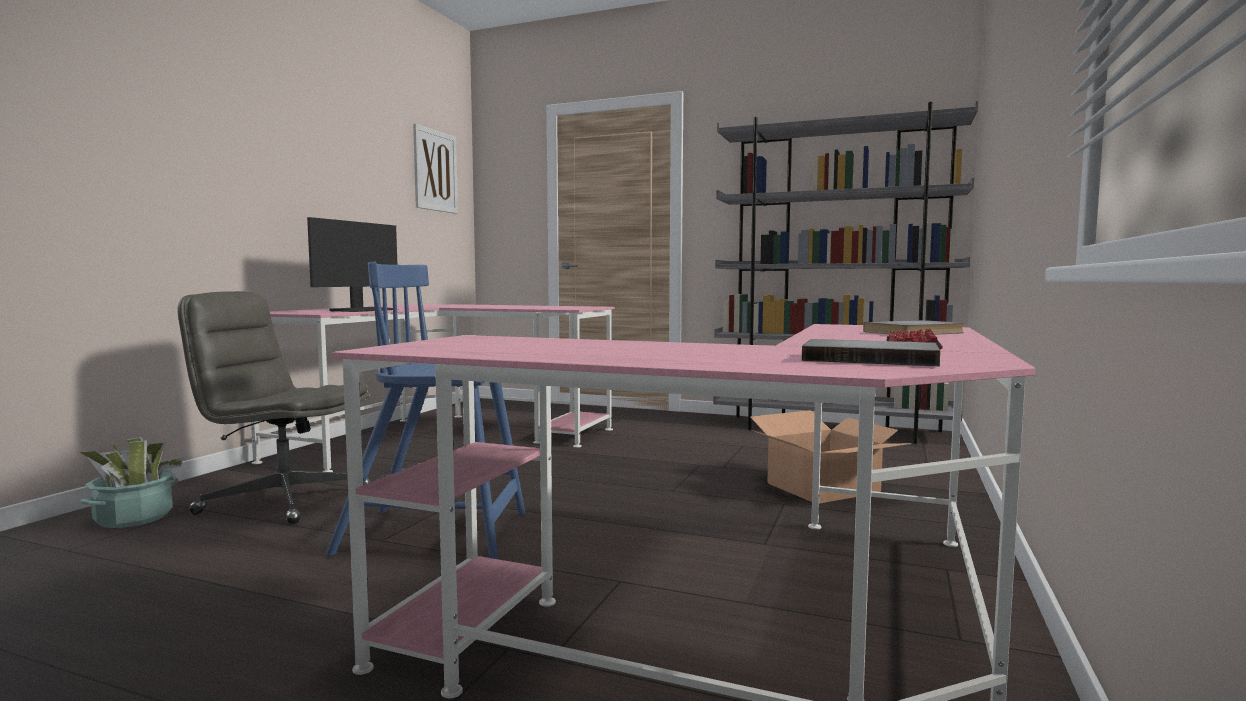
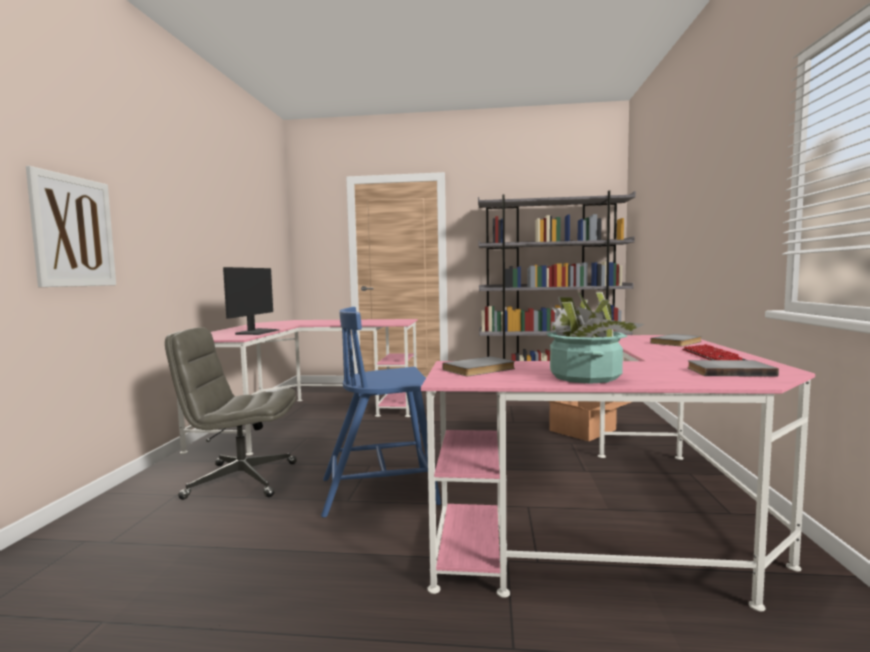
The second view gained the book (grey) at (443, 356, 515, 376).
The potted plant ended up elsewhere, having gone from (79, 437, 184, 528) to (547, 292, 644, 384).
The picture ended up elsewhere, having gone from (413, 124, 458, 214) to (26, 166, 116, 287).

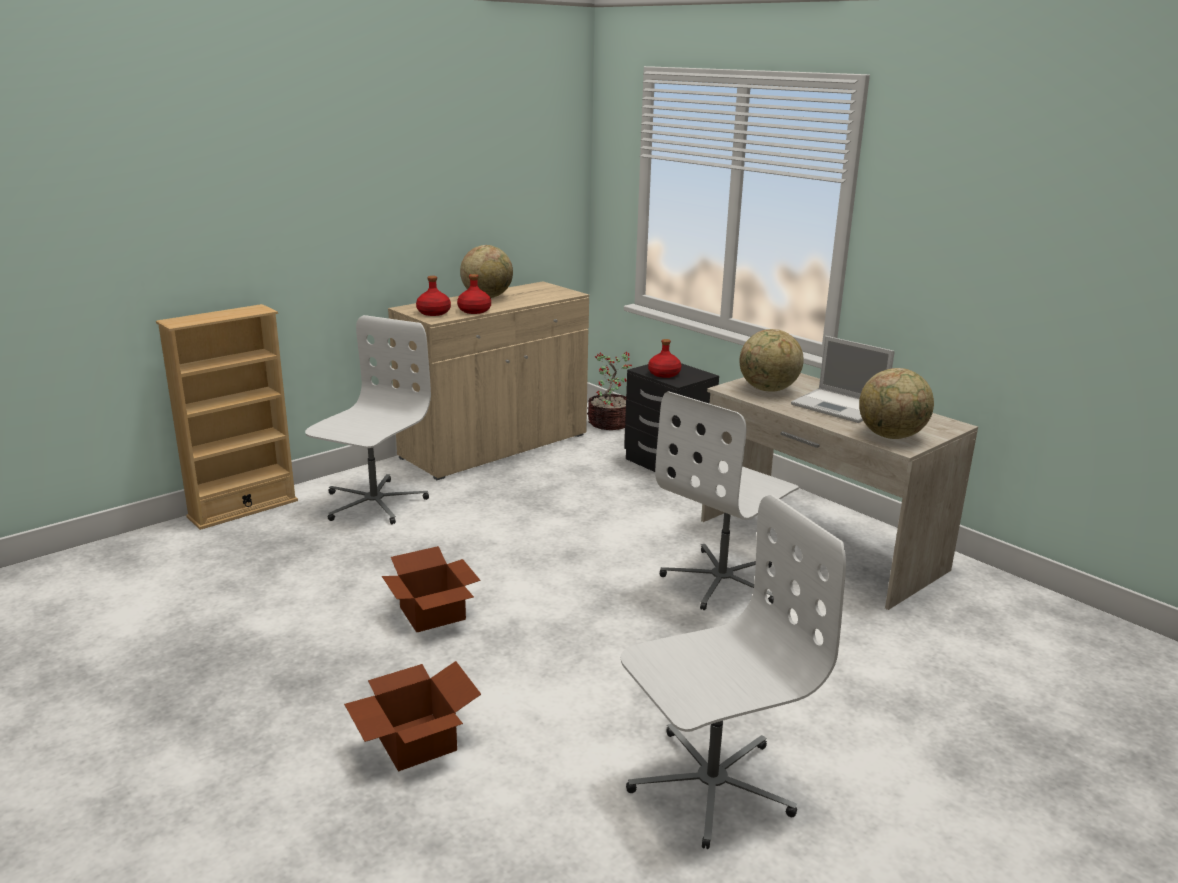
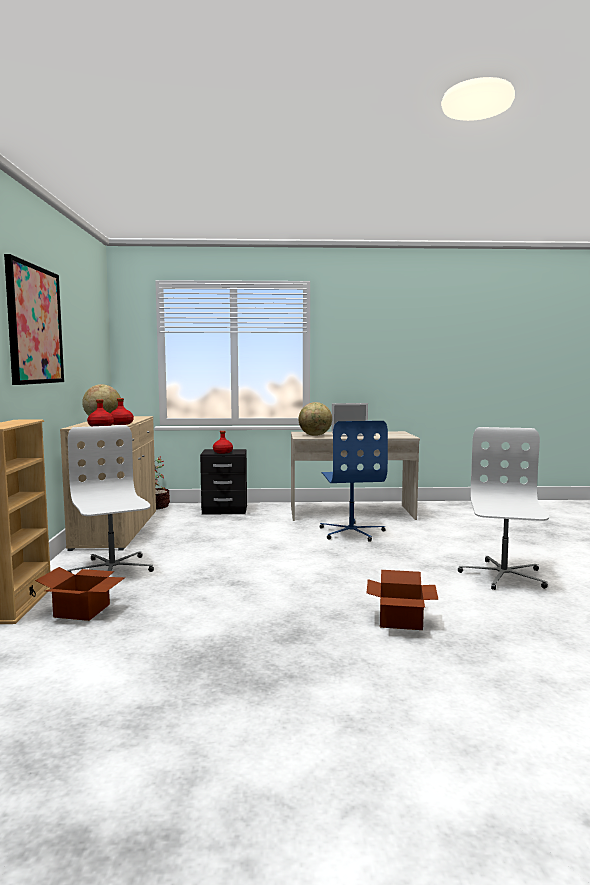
The second view lost the globe at (859, 368, 934, 439).
The second view gained the picture at (4, 254, 64, 385).
The cardboard box ended up elsewhere, having gone from (382, 546, 481, 632) to (35, 567, 126, 621).
What was the office chair (white) at (655, 391, 799, 610) turned into the office chair (blue) at (319, 421, 388, 542).

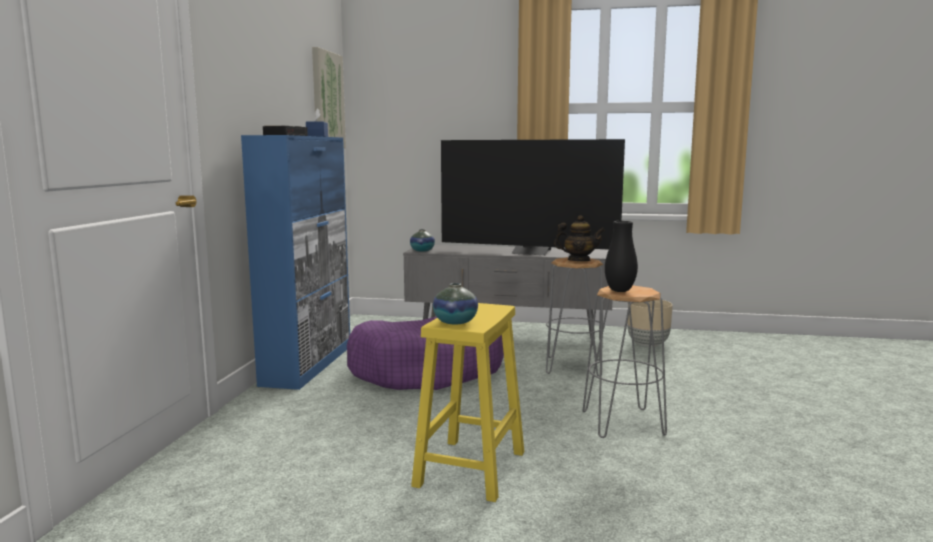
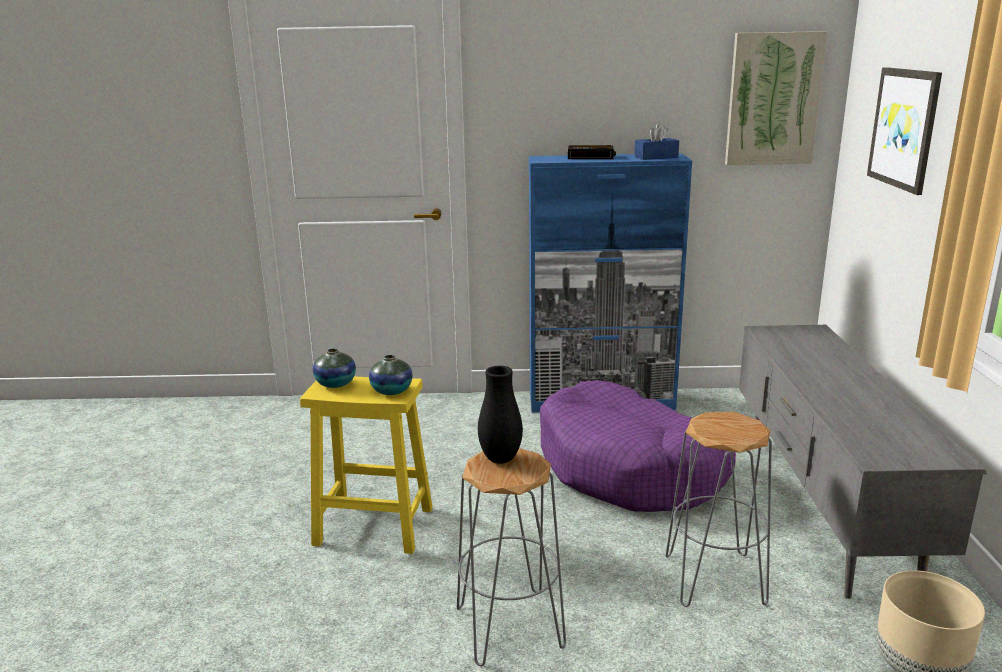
The second view lost the television at (441, 139, 625, 255).
The second view lost the teapot at (554, 215, 605, 261).
The second view gained the picture at (867, 67, 942, 195).
The vase ended up elsewhere, having gone from (410, 229, 435, 252) to (369, 355, 413, 395).

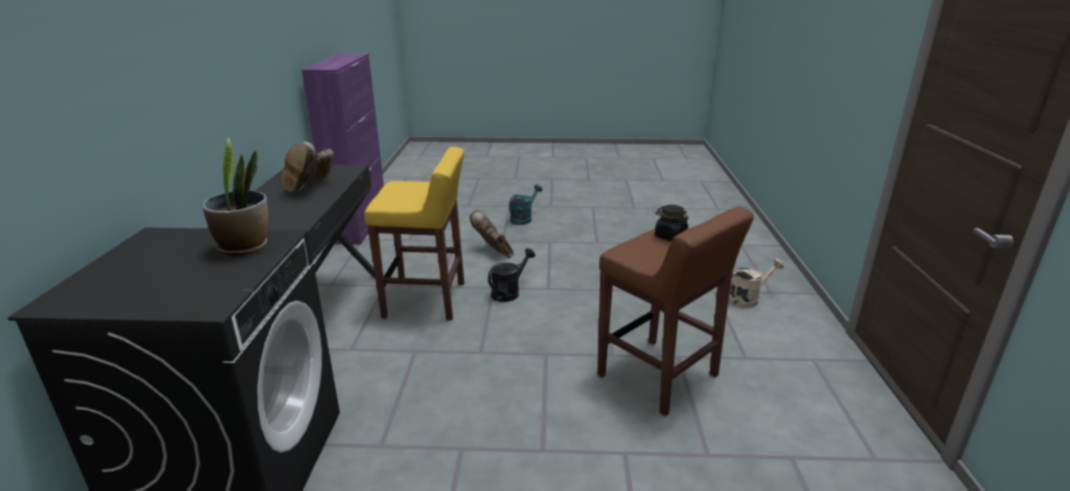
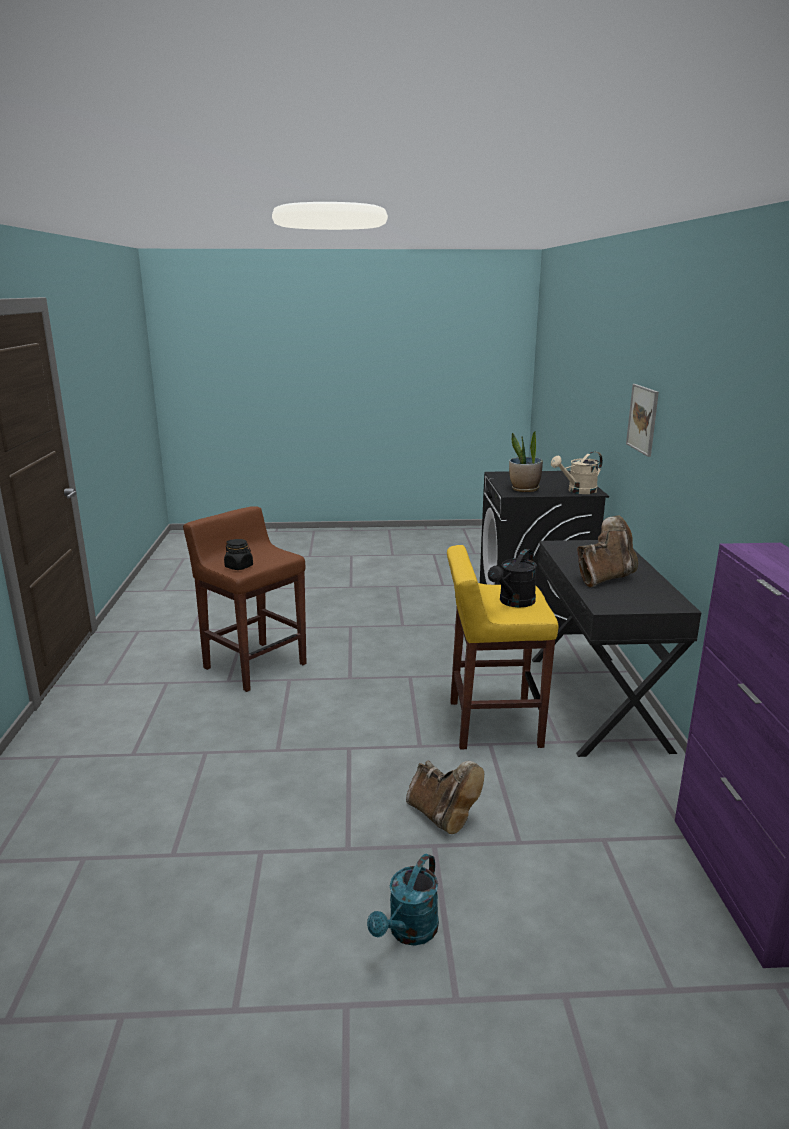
The second view gained the picture at (626, 384, 659, 457).
The watering can (black) ended up elsewhere, having gone from (488, 248, 535, 302) to (488, 549, 537, 608).
The watering can (beige) ended up elsewhere, having gone from (729, 258, 784, 308) to (551, 451, 603, 494).
The boot (brown) at (280, 142, 334, 192) ended up facing another way, 45 degrees clockwise from before.

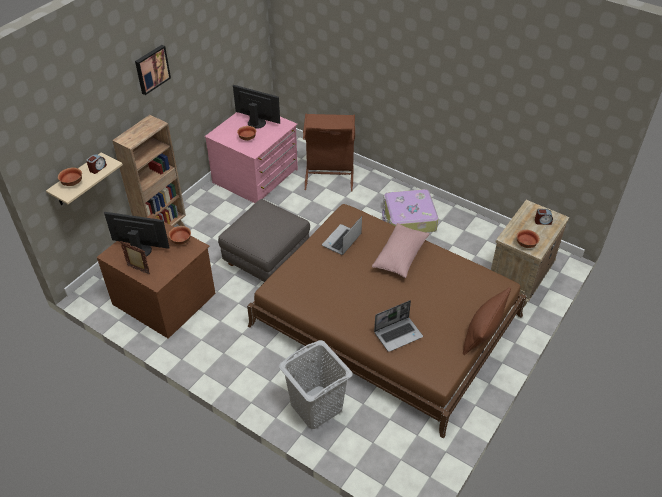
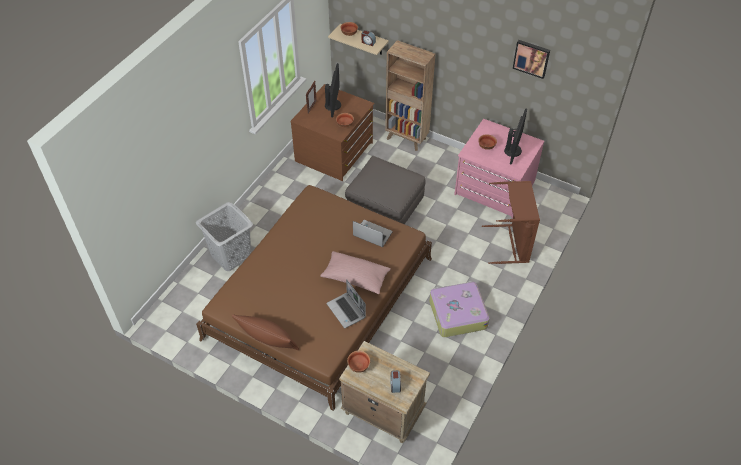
The picture ended up elsewhere, having gone from (135, 45, 171, 95) to (513, 40, 550, 79).
The laptop ended up elsewhere, having gone from (374, 300, 423, 352) to (326, 279, 366, 328).

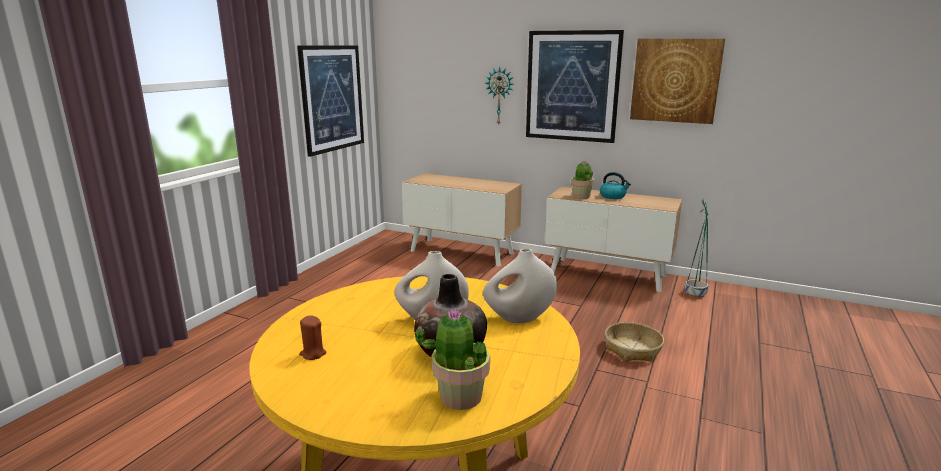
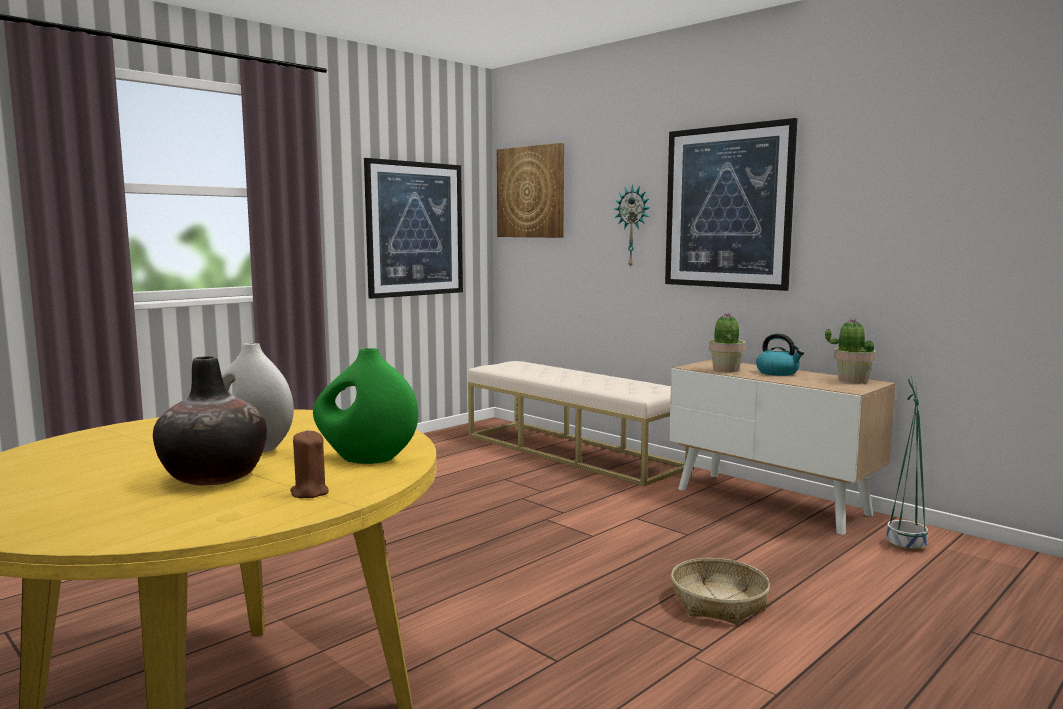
The candle (brown) ended up elsewhere, having gone from (299, 315, 327, 360) to (290, 430, 329, 498).
The potted plant ended up elsewhere, having gone from (415, 309, 490, 410) to (825, 318, 876, 384).
The picture ended up elsewhere, having gone from (630, 38, 725, 124) to (497, 143, 564, 238).
Where the cabinet stood at (402, 173, 522, 267), the bench (beige) came to stand at (468, 361, 689, 486).
What was the vase (white) at (483, 249, 557, 323) turned into the vase (green) at (313, 348, 418, 464).

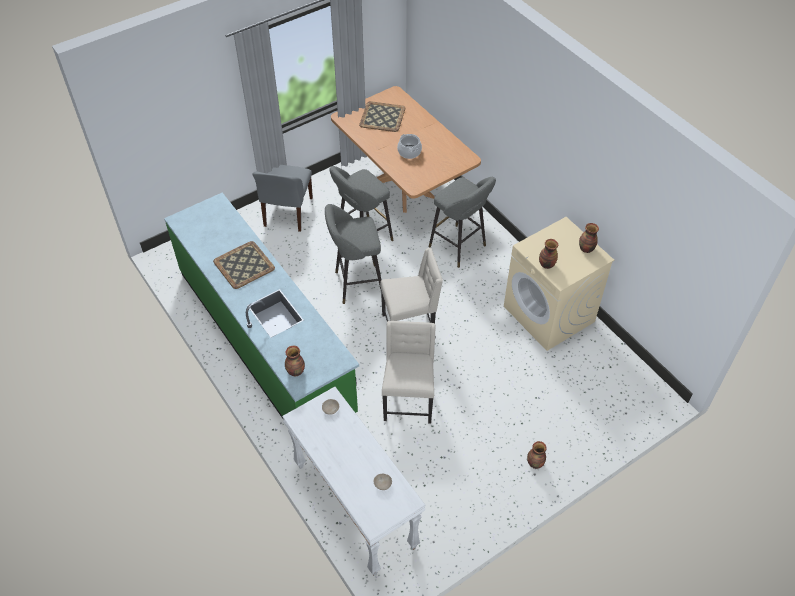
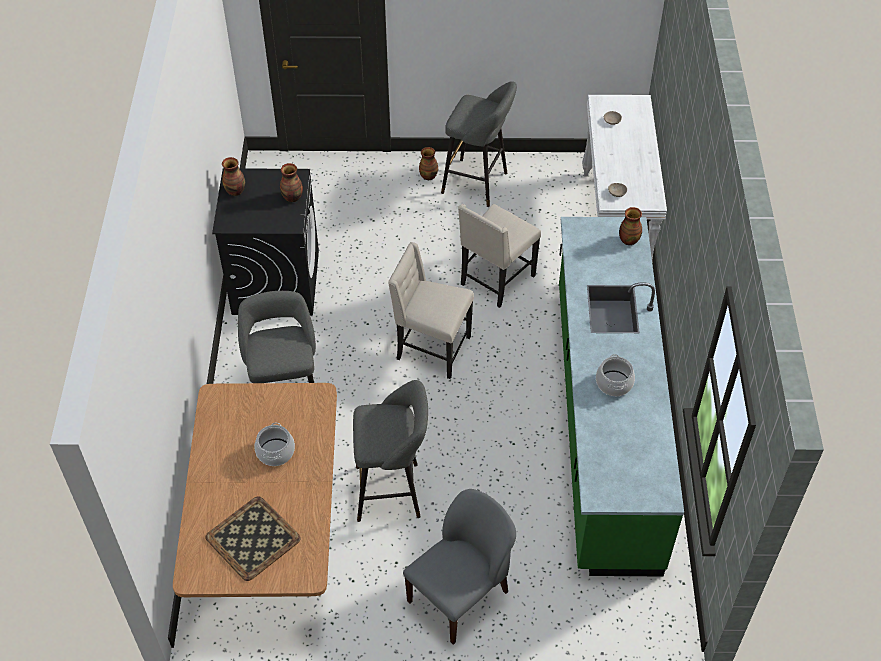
The stool (grey) ended up elsewhere, having gone from (325, 204, 381, 304) to (441, 81, 517, 207).
Where the tray stood at (213, 241, 275, 289), the cooking pot came to stand at (596, 354, 635, 396).
What was the washing machine (beige) at (504, 217, 614, 351) turned into the washing machine (black) at (212, 168, 319, 316).

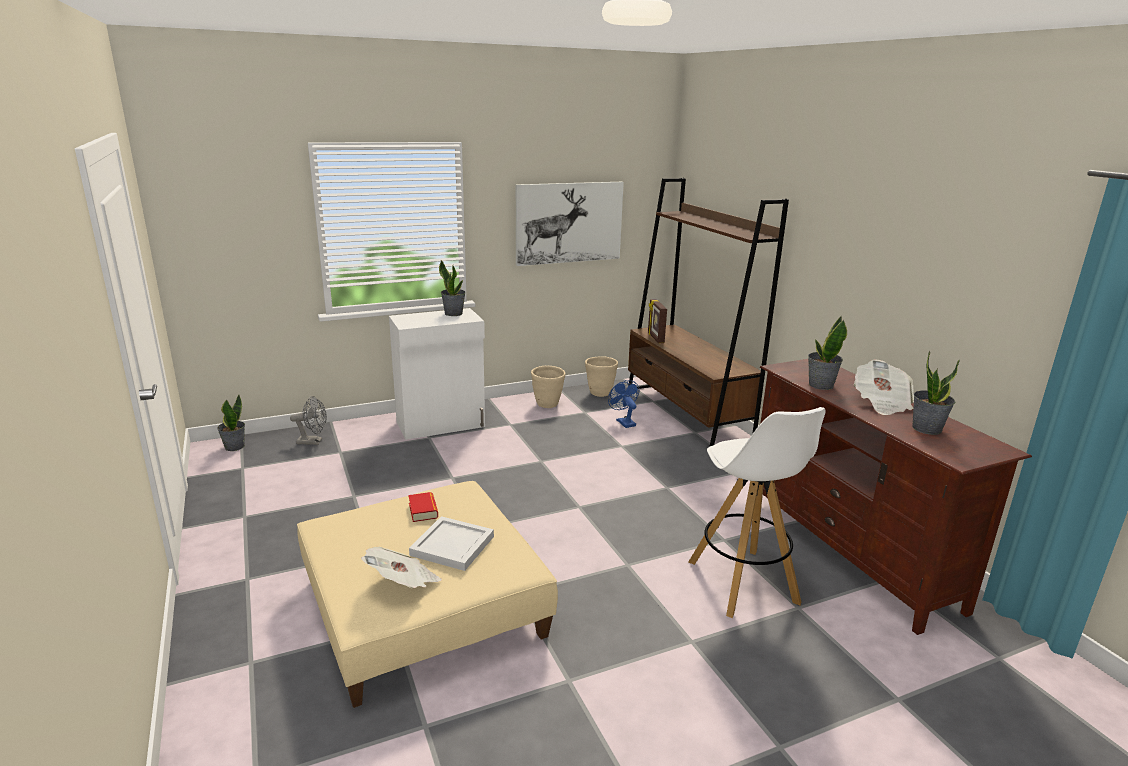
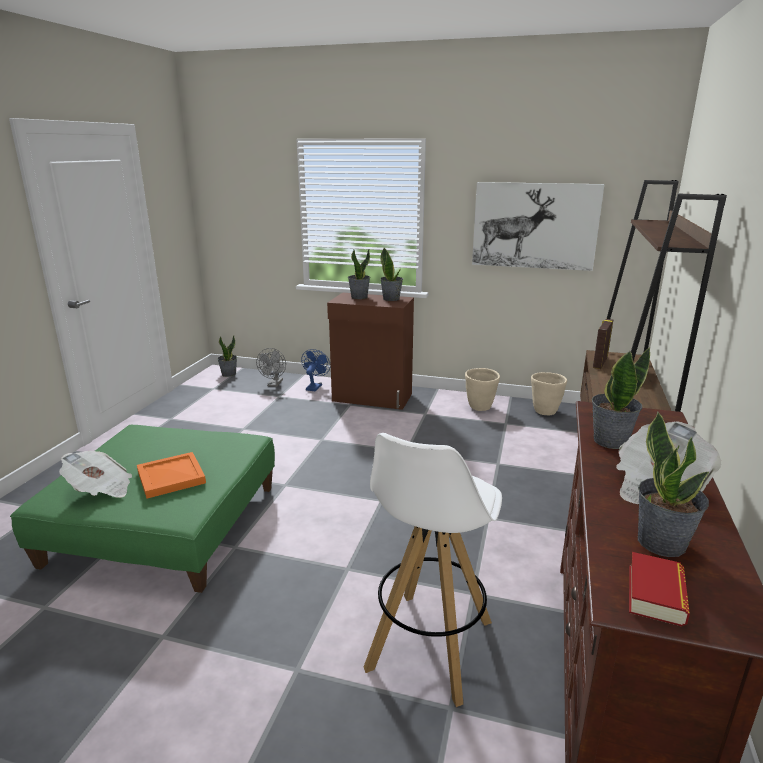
The second view gained the potted plant at (348, 249, 370, 299).
The book ended up elsewhere, having gone from (408, 492, 438, 522) to (629, 552, 690, 626).
The fan (blue) ended up elsewhere, having gone from (608, 380, 639, 428) to (301, 349, 331, 392).
What was the ottoman (beige) at (297, 481, 558, 708) turned into the ottoman (green) at (10, 425, 275, 593).
What was the cabinet (white) at (389, 308, 485, 440) turned into the cabinet (brown) at (327, 292, 414, 410).
What was the tray (white) at (409, 516, 494, 571) turned into the tray (orange) at (137, 452, 206, 499).
The fan (grey) at (290, 396, 327, 445) ended up facing another way, 60 degrees clockwise from before.

